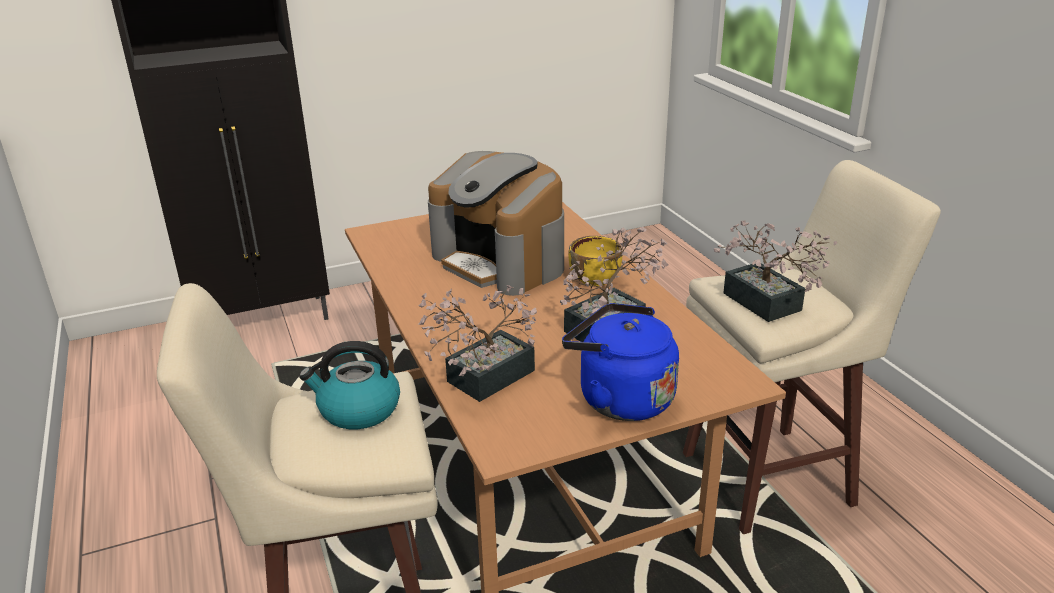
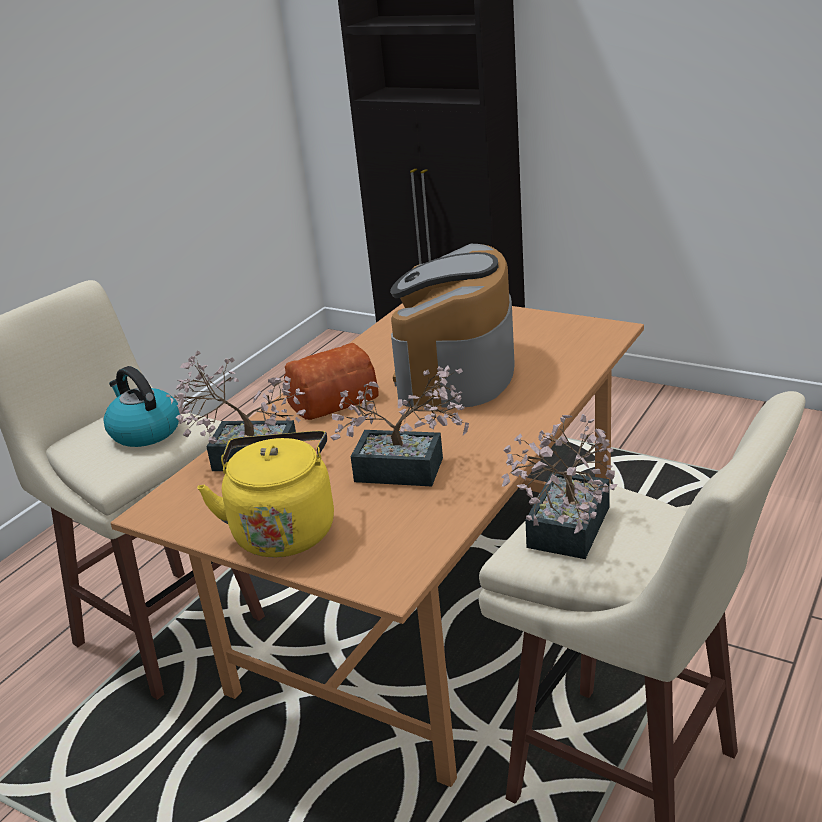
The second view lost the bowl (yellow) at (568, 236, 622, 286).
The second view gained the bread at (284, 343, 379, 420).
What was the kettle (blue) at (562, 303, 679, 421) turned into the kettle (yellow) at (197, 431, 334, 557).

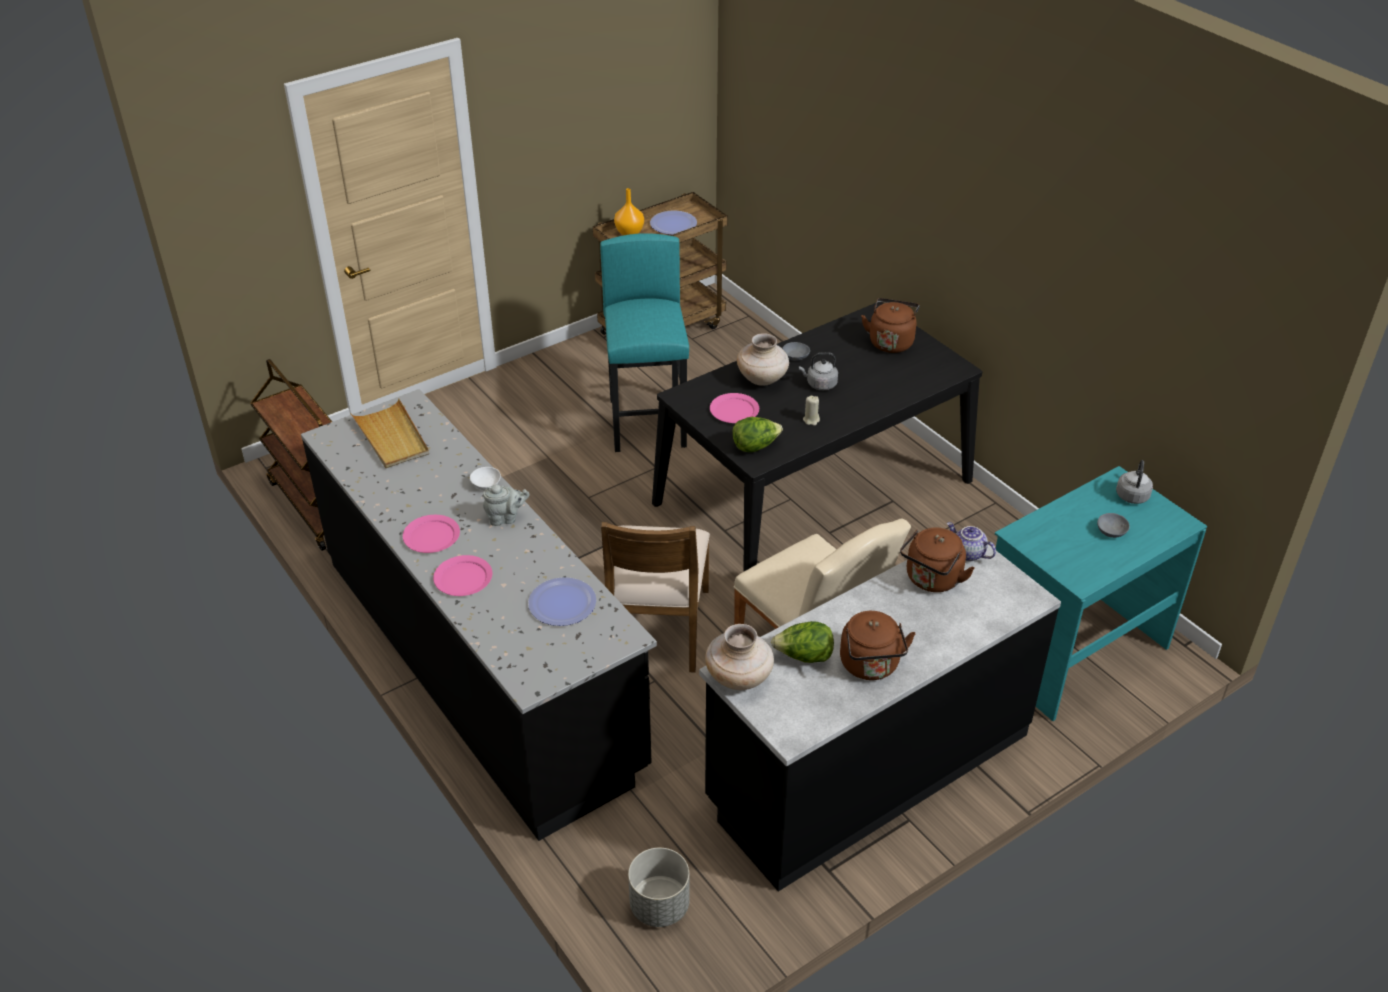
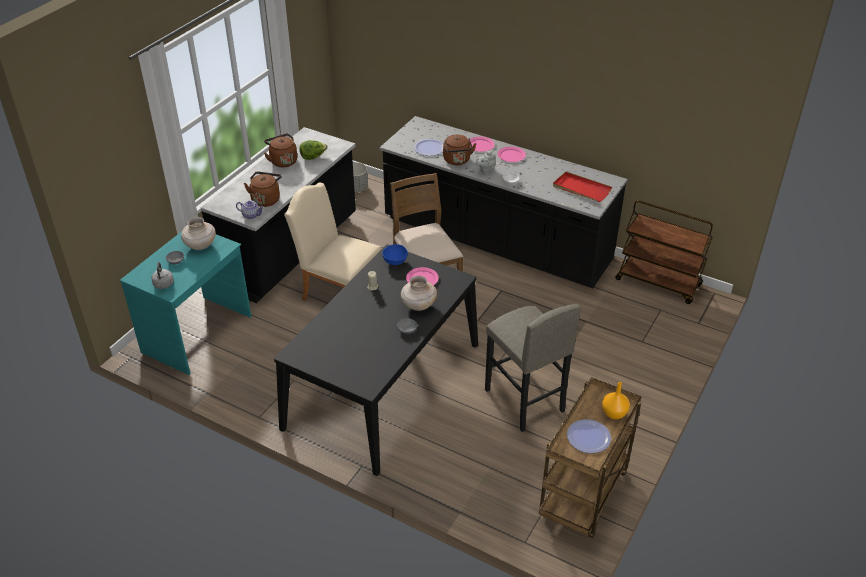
The second view lost the kettle (grey) at (799, 352, 838, 390).
The vase (beige) ended up elsewhere, having gone from (705, 624, 774, 690) to (181, 217, 216, 250).
The kettle (brown) ended up elsewhere, having gone from (861, 298, 920, 353) to (443, 135, 476, 165).
Where the lettuce stood at (732, 417, 783, 452), the bowl (blue) came to stand at (382, 244, 408, 265).
What was the tray (beige) at (350, 398, 429, 468) turned into the tray (red) at (553, 172, 612, 202).
What was the stool (turquoise) at (600, 233, 689, 452) turned into the stool (grey) at (485, 304, 581, 432).

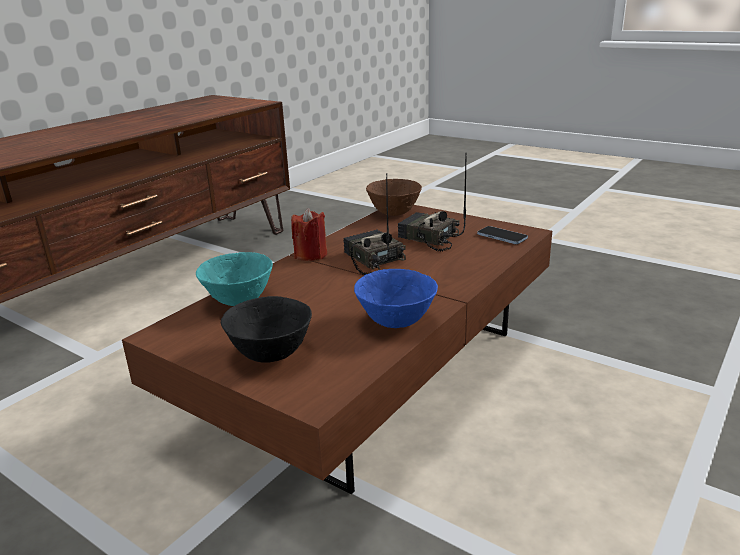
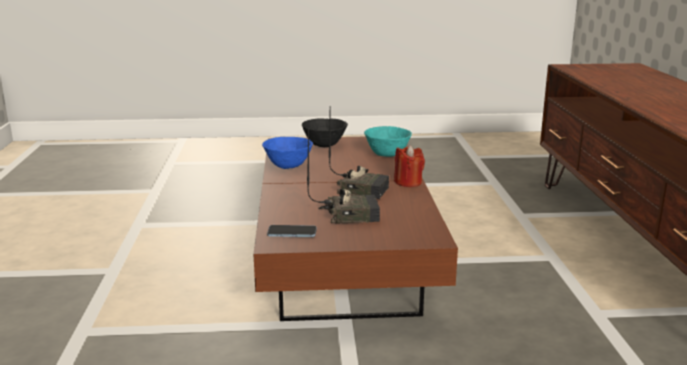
The second view lost the bowl (brown) at (366, 179, 422, 216).

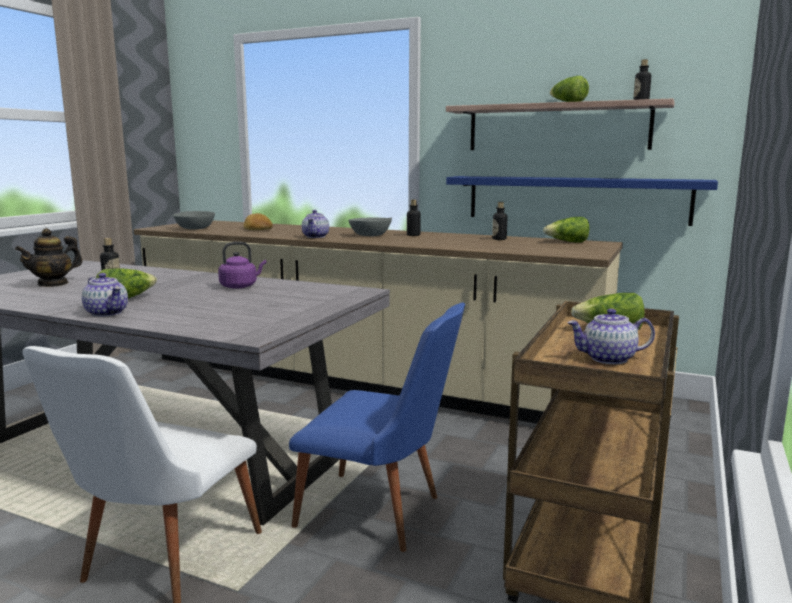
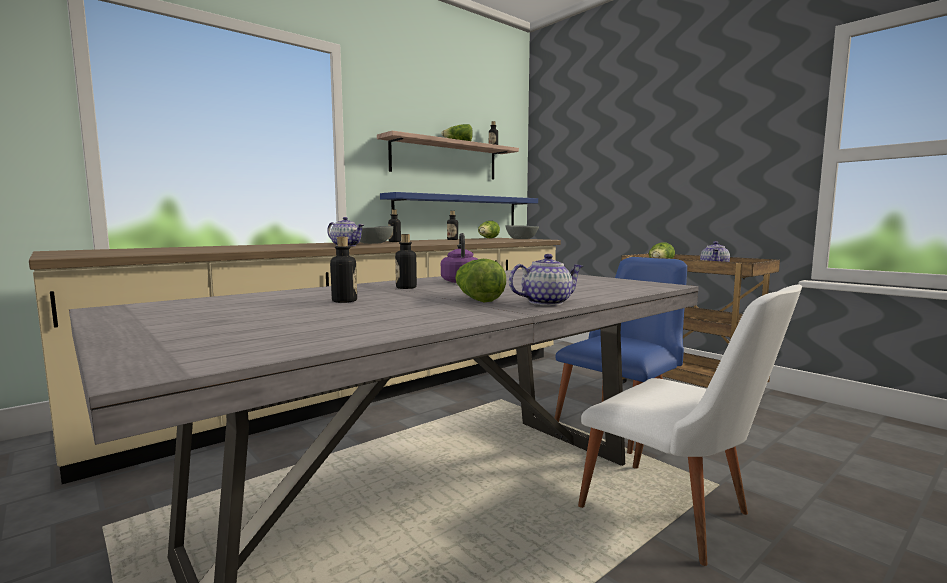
The second view lost the teapot at (15, 228, 83, 287).
The second view lost the bread at (244, 213, 273, 230).
The second view gained the bottle at (395, 234, 417, 289).
The bowl (grey) ended up elsewhere, having gone from (173, 211, 215, 230) to (505, 225, 539, 239).

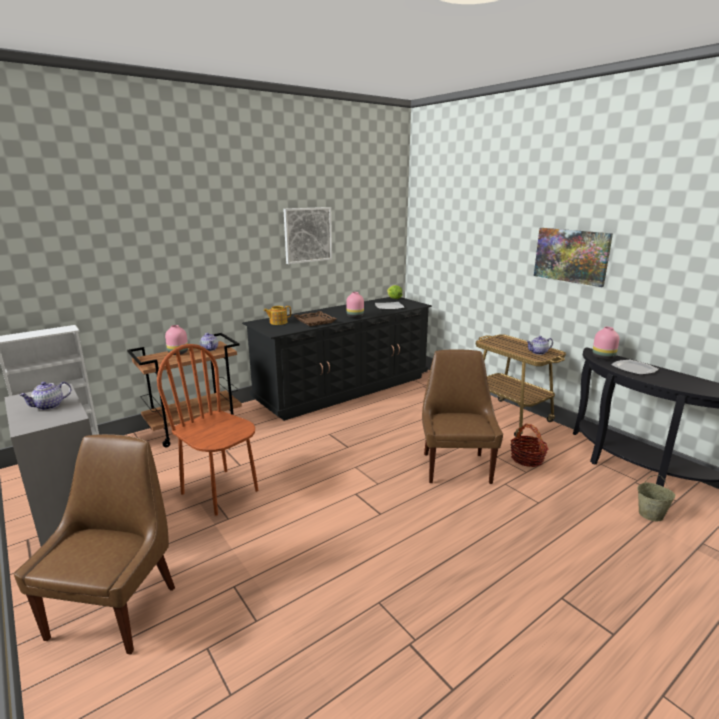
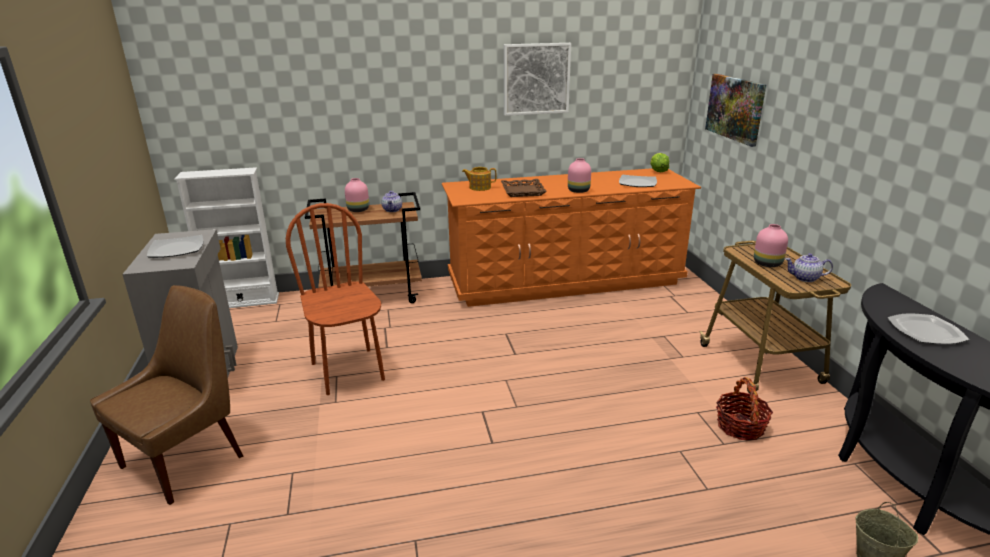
The second view lost the chair (brown) at (422, 350, 503, 484).
The picture ended up elsewhere, having gone from (534, 228, 613, 287) to (705, 74, 766, 147).
The vase (pink) ended up elsewhere, having gone from (593, 327, 619, 360) to (754, 224, 788, 267).
Where the teapot stood at (19, 381, 71, 410), the plate came to stand at (147, 235, 203, 258).
What was the dresser (black) at (242, 297, 432, 421) turned into the dresser (orange) at (442, 168, 701, 307).

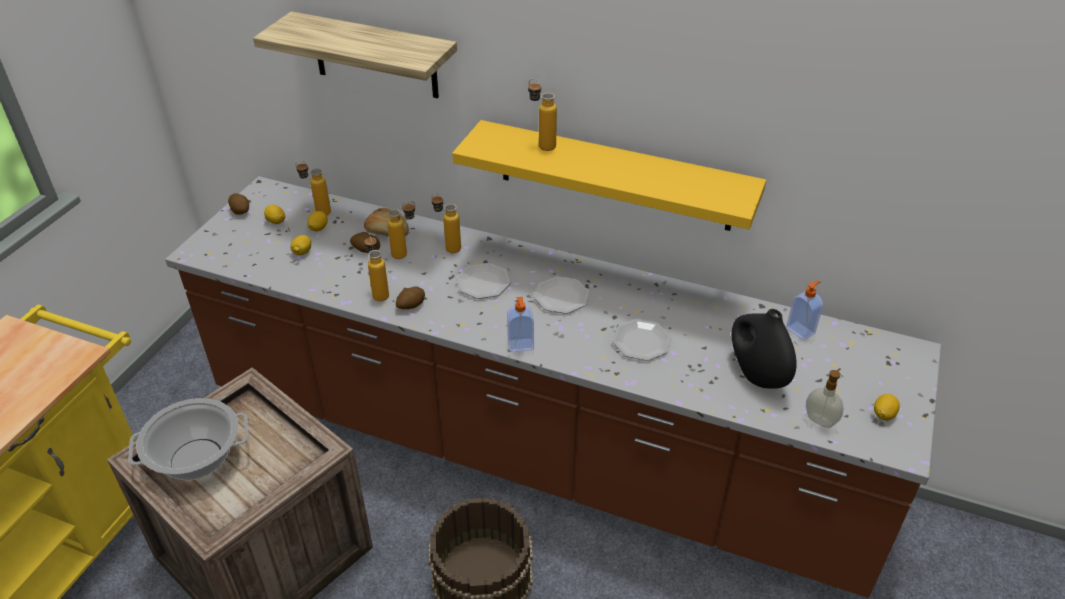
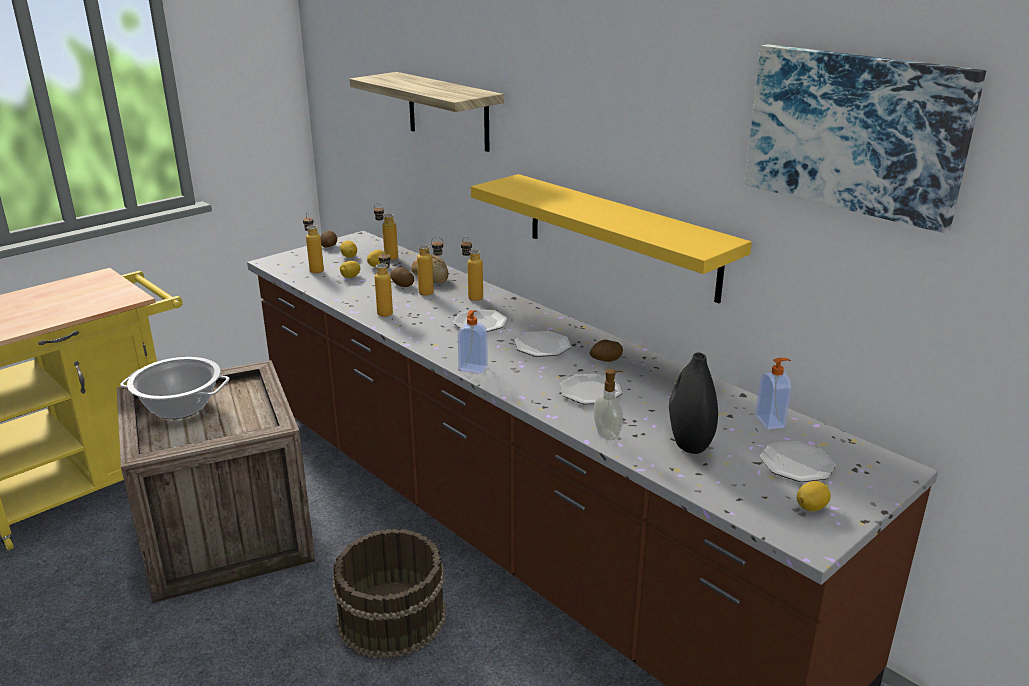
The second view gained the picture at (745, 44, 986, 233).
The second view gained the plate at (760, 441, 836, 482).
The potato ended up elsewhere, having gone from (396, 286, 425, 309) to (590, 340, 623, 362).
The bottle ended up elsewhere, having gone from (528, 79, 557, 151) to (303, 213, 324, 274).
The soap dispenser ended up elsewhere, having gone from (806, 368, 844, 428) to (594, 369, 623, 440).

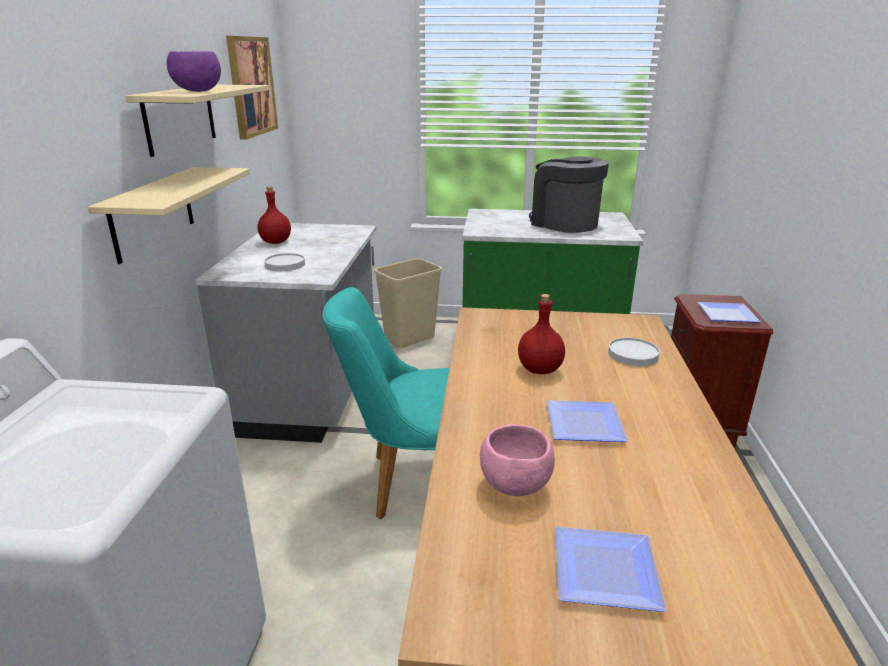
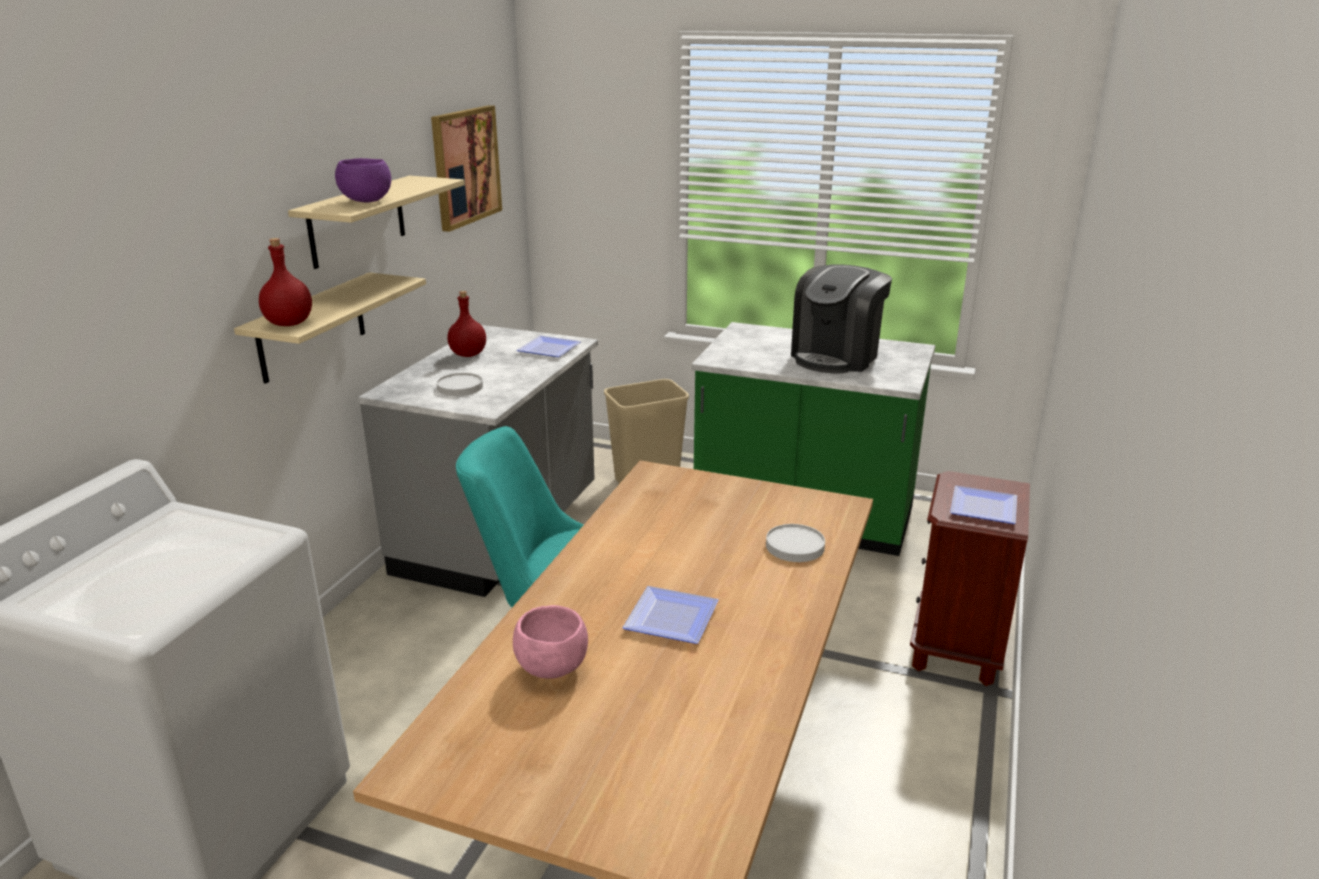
The bottle (red) ended up elsewhere, having gone from (518, 294, 565, 374) to (259, 238, 312, 326).
The plate ended up elsewhere, having gone from (555, 526, 667, 612) to (517, 336, 581, 357).
The coffee machine at (529, 156, 609, 233) ended up facing another way, 120 degrees counterclockwise from before.

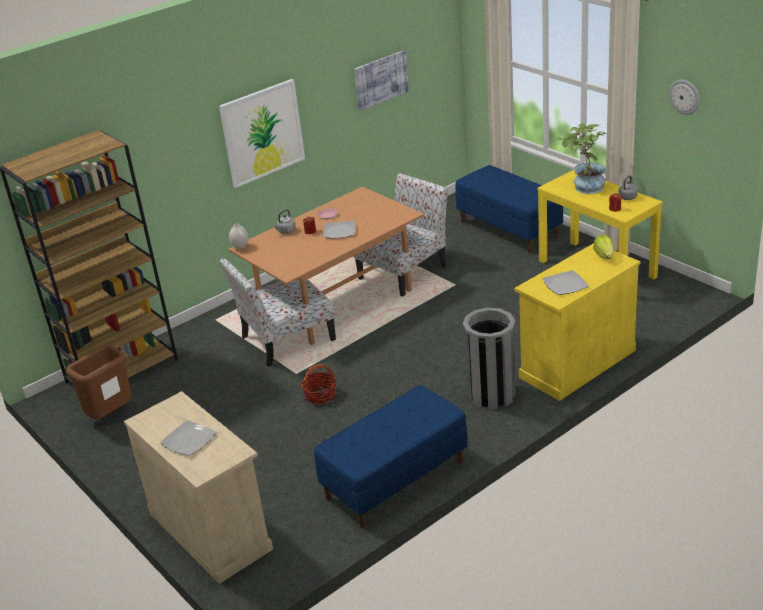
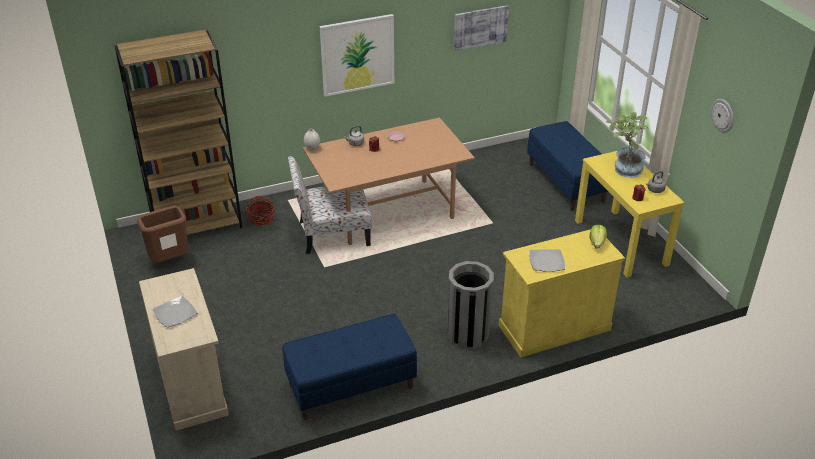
The second view lost the plate at (323, 221, 356, 239).
The second view lost the chair at (354, 173, 448, 297).
The basket ended up elsewhere, having gone from (301, 364, 337, 405) to (246, 195, 275, 226).

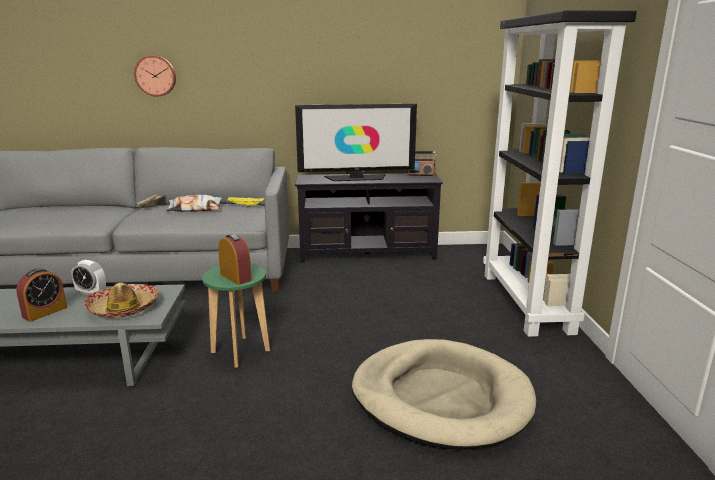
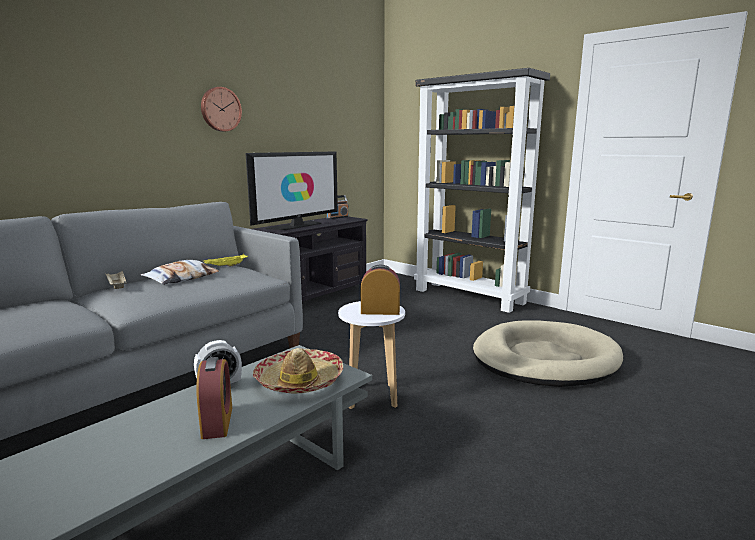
The wall clock ended up elsewhere, having gone from (134, 55, 176, 97) to (201, 87, 242, 132).
What was the stool (green) at (202, 264, 270, 368) turned into the stool (white) at (338, 301, 405, 409).

